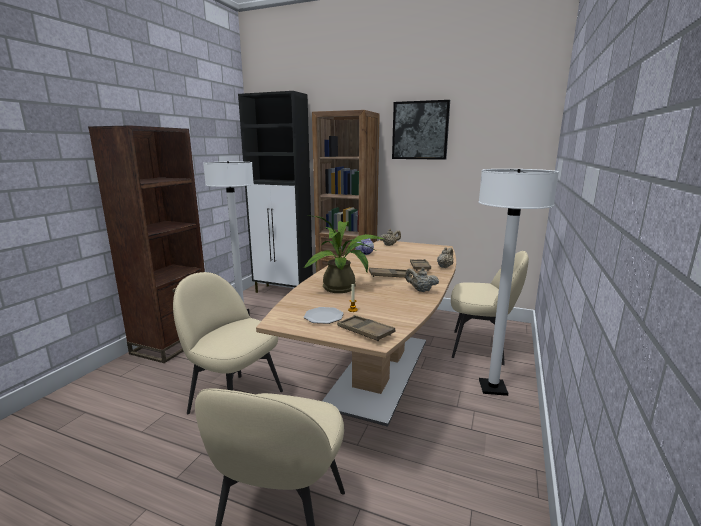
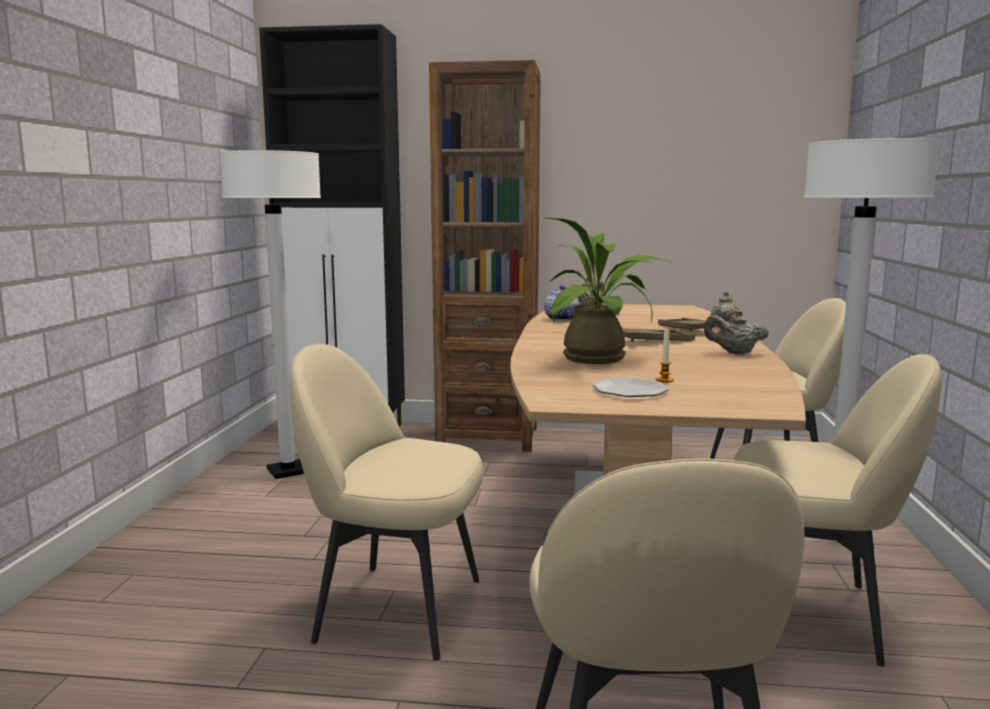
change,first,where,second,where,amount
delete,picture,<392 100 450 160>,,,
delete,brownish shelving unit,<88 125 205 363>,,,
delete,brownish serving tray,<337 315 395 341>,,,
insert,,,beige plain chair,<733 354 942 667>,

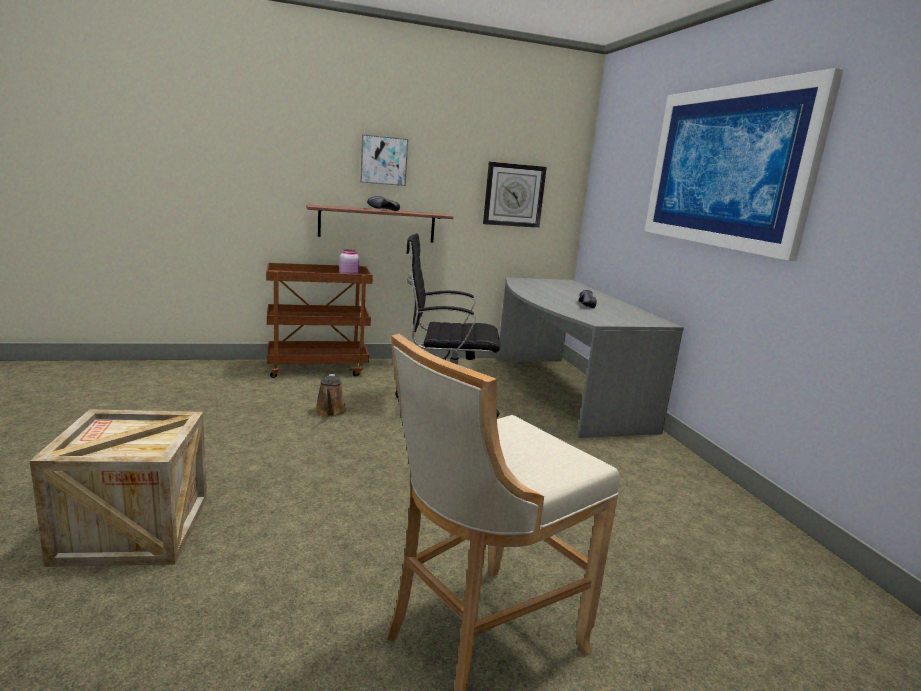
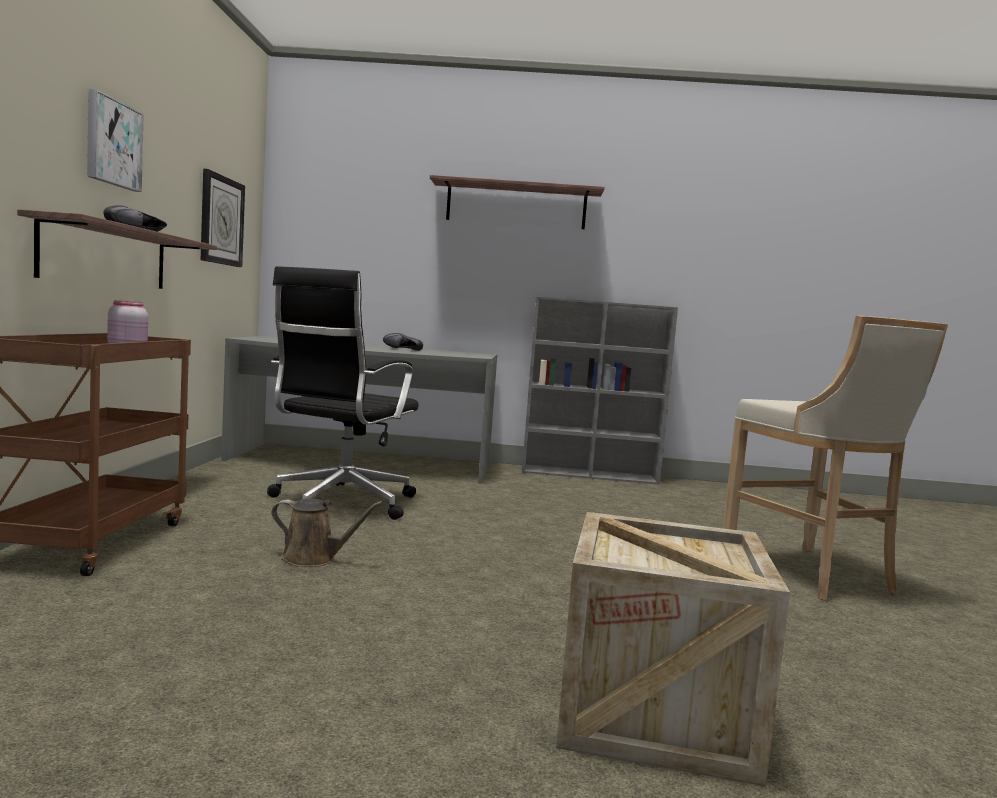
change,first,where,second,where,amount
replace,picture,<645 68 844 261>,wall shelf,<430 175 605 229>,
insert,,,grey shelving unit,<522 297 678 485>,

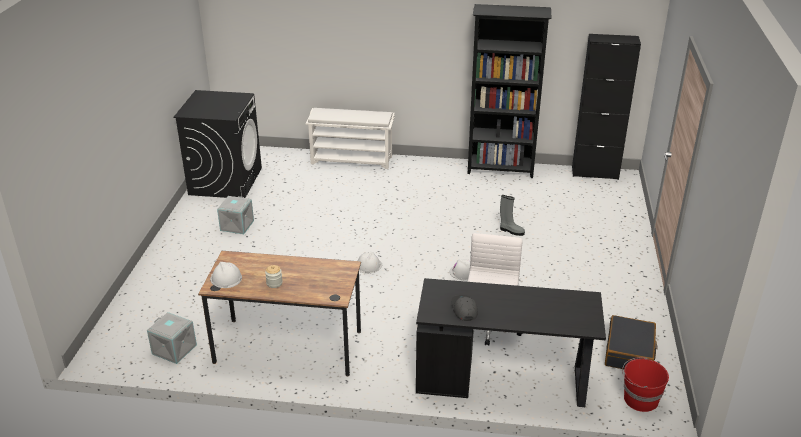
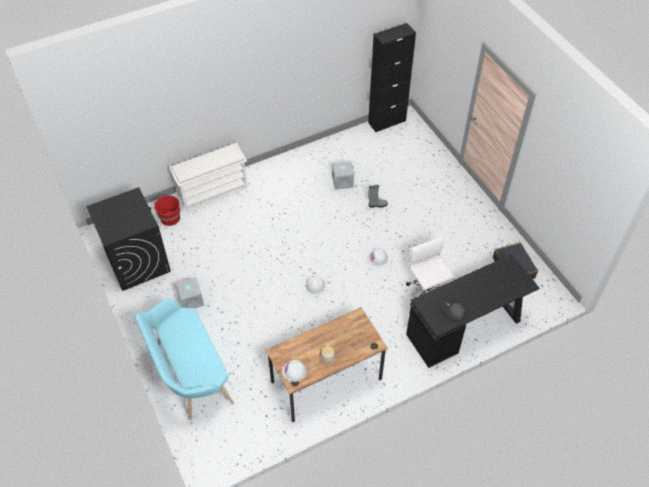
change,first,where,second,where,amount
delete,black-coloured shelving unit,<468 4 552 178>,,,
move,grey storage box,<147 312 197 364>,,<332 161 354 190>,
move,reddish pail,<622 357 669 412>,,<153 195 180 226>,
insert,,,blue-green long seat,<135 298 234 420>,

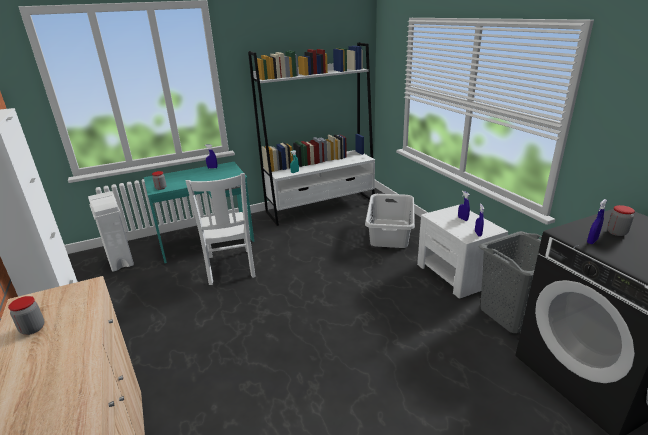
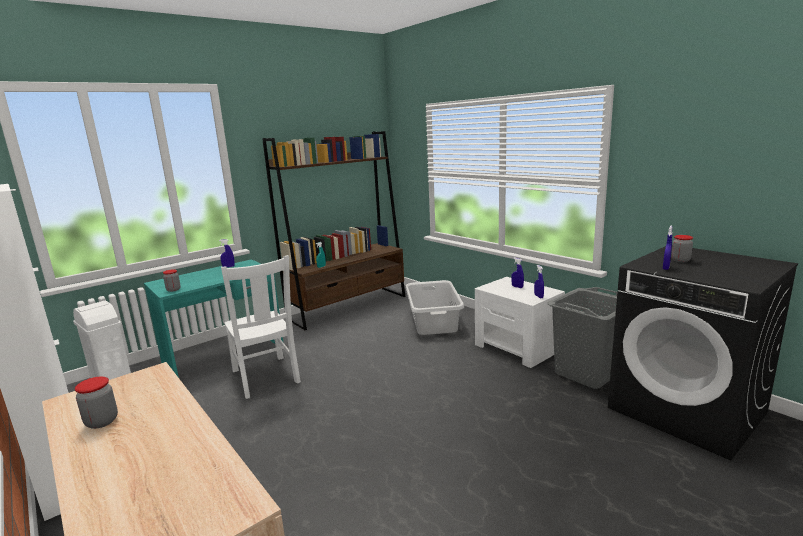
change,first,where,second,where,amount
recolor,white shelving unit,<248 42 375 226>,brownish shelving unit,<262 131 405 330>,

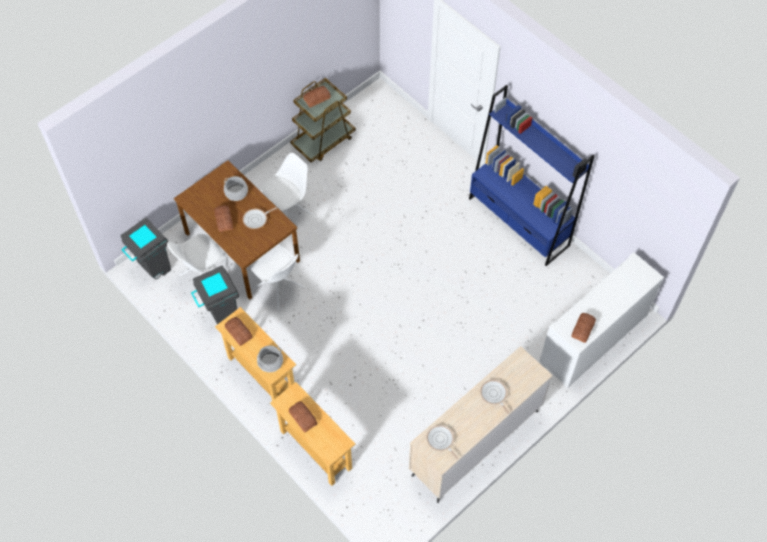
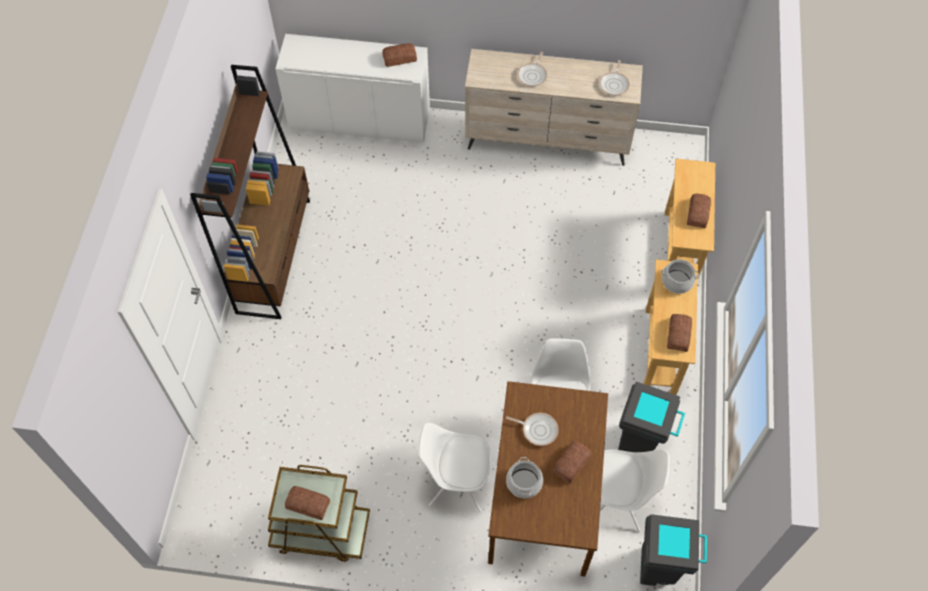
change,first,where,second,where,amount
recolor,bluish shelving unit,<469 85 595 266>,brownish shelving unit,<190 65 310 319>,

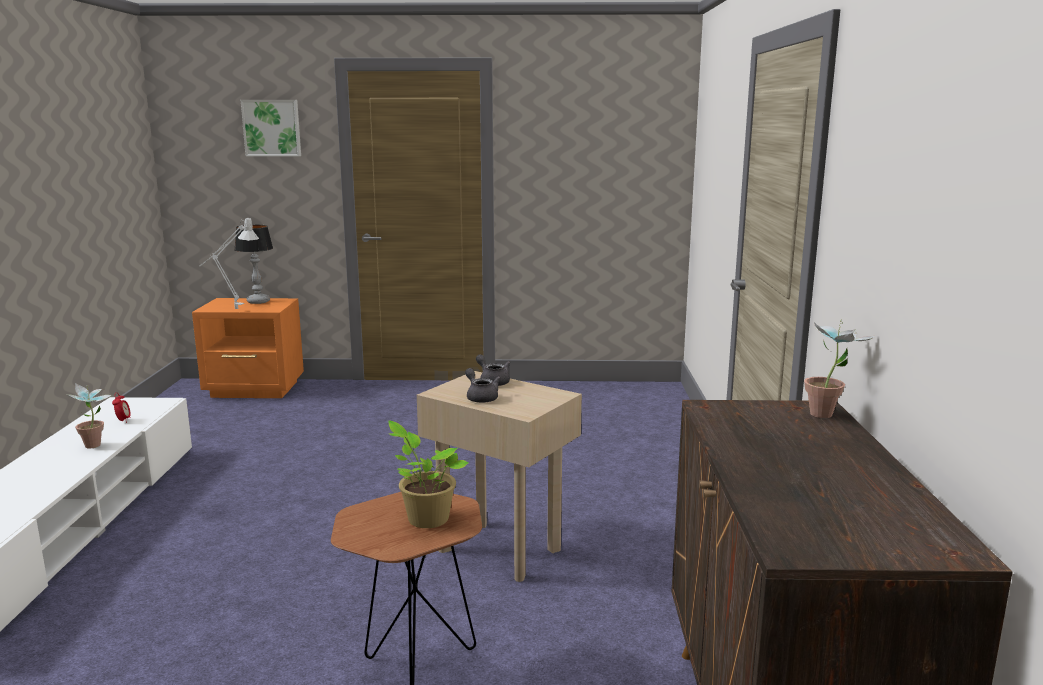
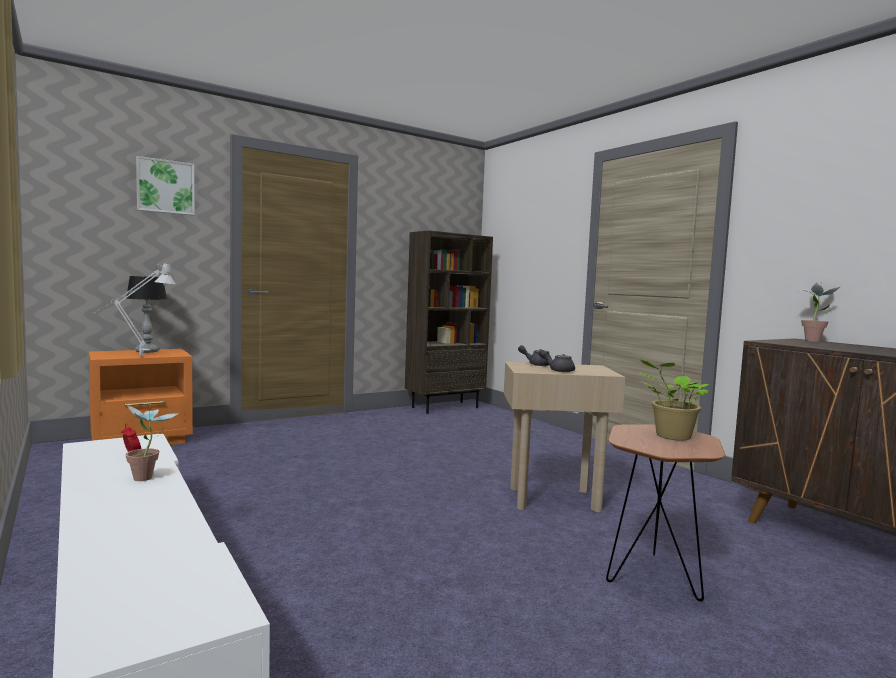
change,first,where,second,where,amount
insert,,,brownish shelving unit,<405 230 493 414>,

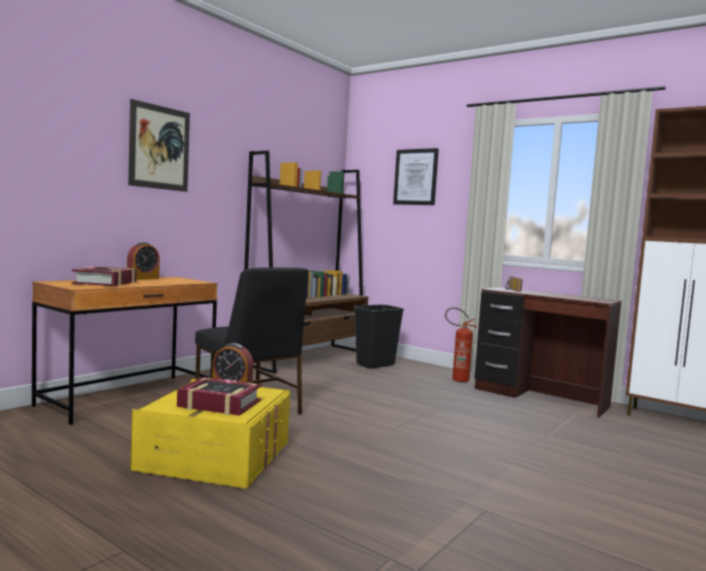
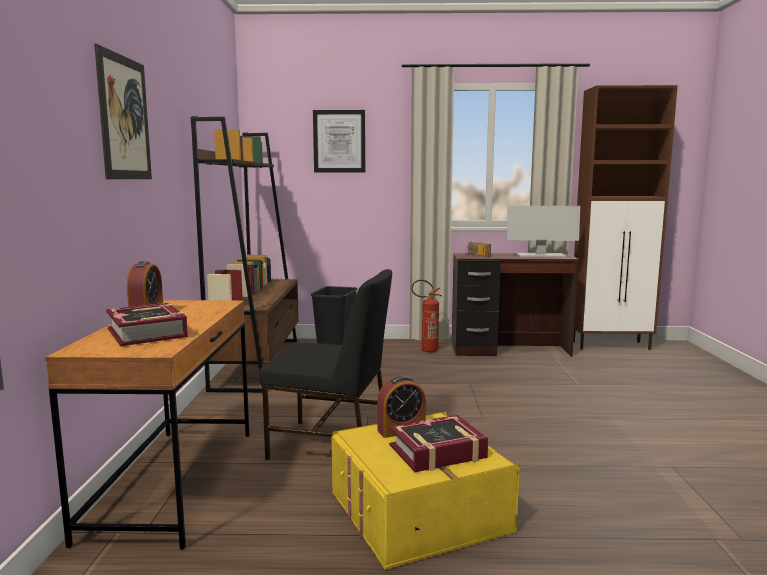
change,first,where,second,where,amount
insert,,,computer screen,<507 206 580 258>,

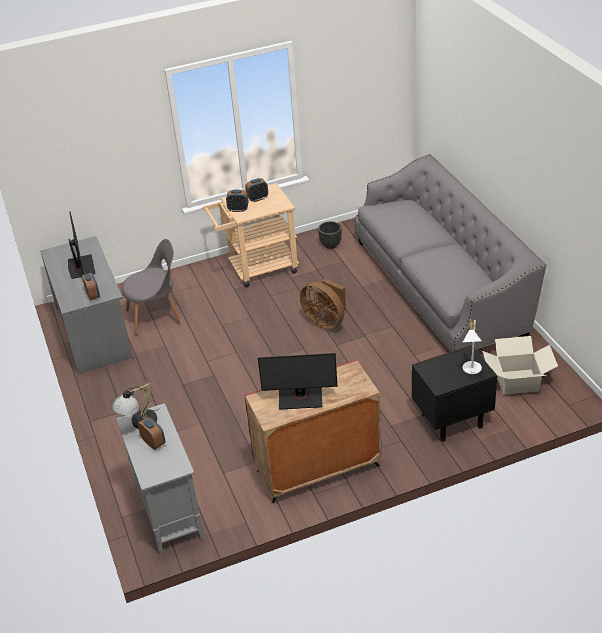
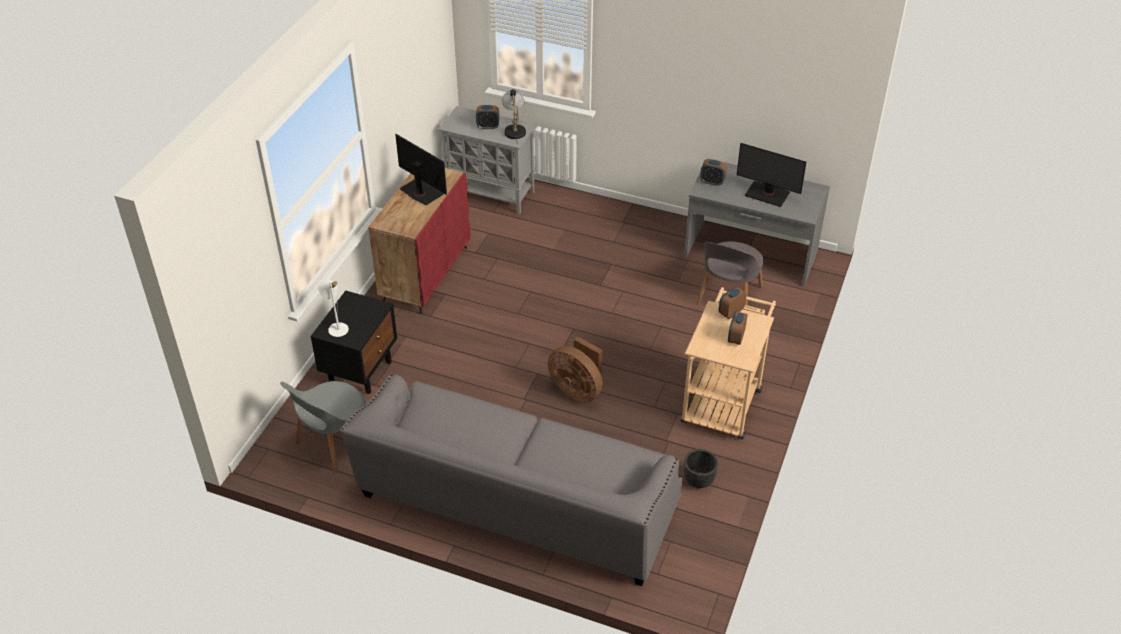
change,first,where,second,where,amount
rotate,brownish cooling fan,<300 279 346 329>,,<548 337 603 402>,135 degrees counterclockwise
replace,packing box,<482 336 558 395>,grey plain chair,<280 381 366 473>,
rotate,computer screen,<258 353 338 410>,,<395 134 447 205>,90 degrees clockwise

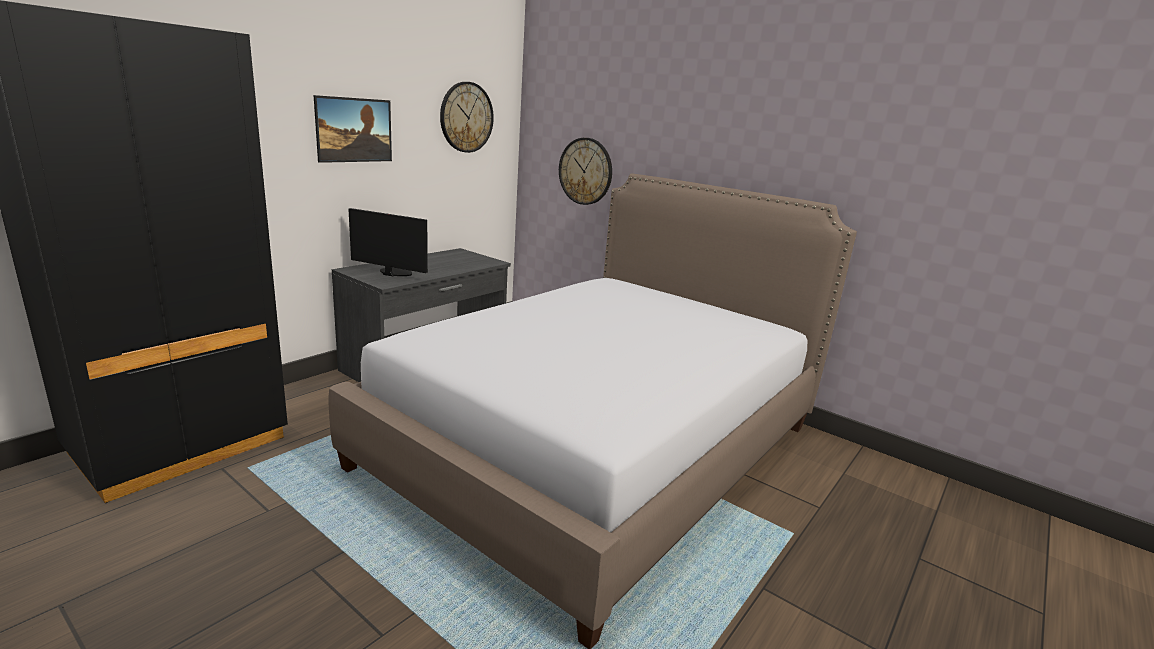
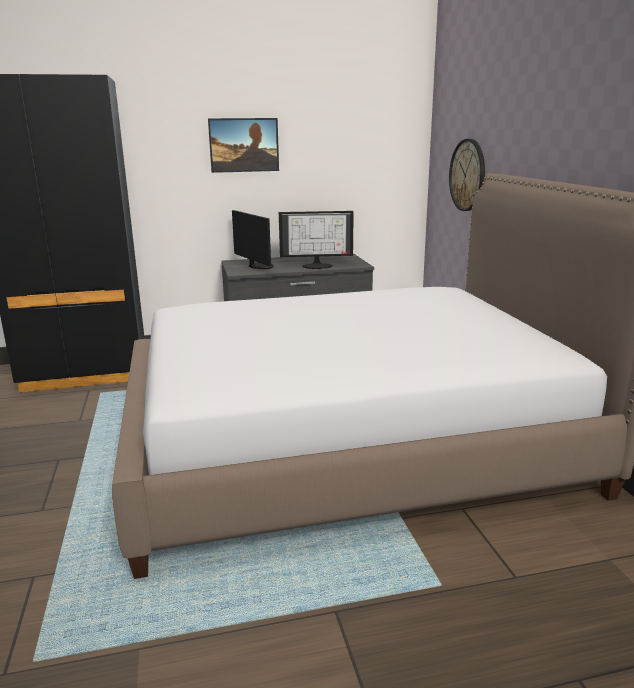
change,first,where,second,where,amount
delete,clock on the wall,<440 82 494 153>,,,
insert,,,computer screen,<279 211 354 269>,

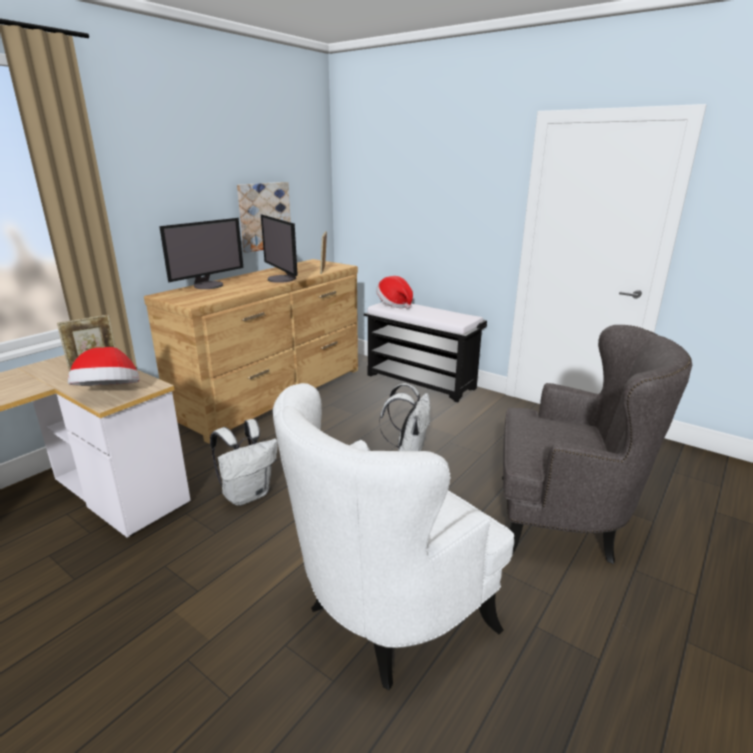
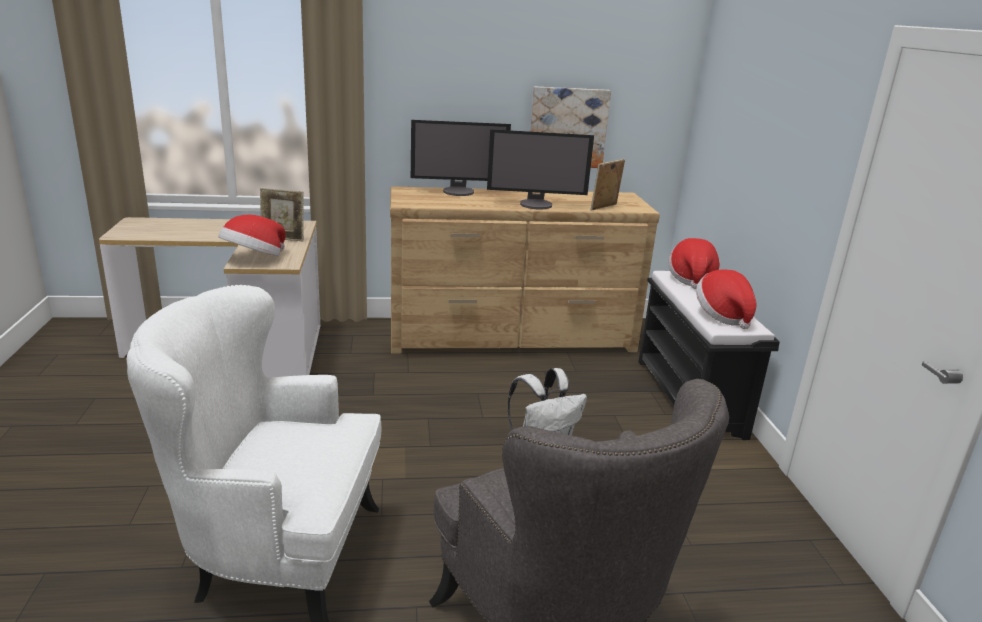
change,first,where,second,where,amount
rotate,computer screen,<261 214 298 283>,,<487 129 594 209>,105 degrees counterclockwise
delete,white backpack,<210 419 278 506>,,,
insert,,,hat,<696 269 757 329>,

